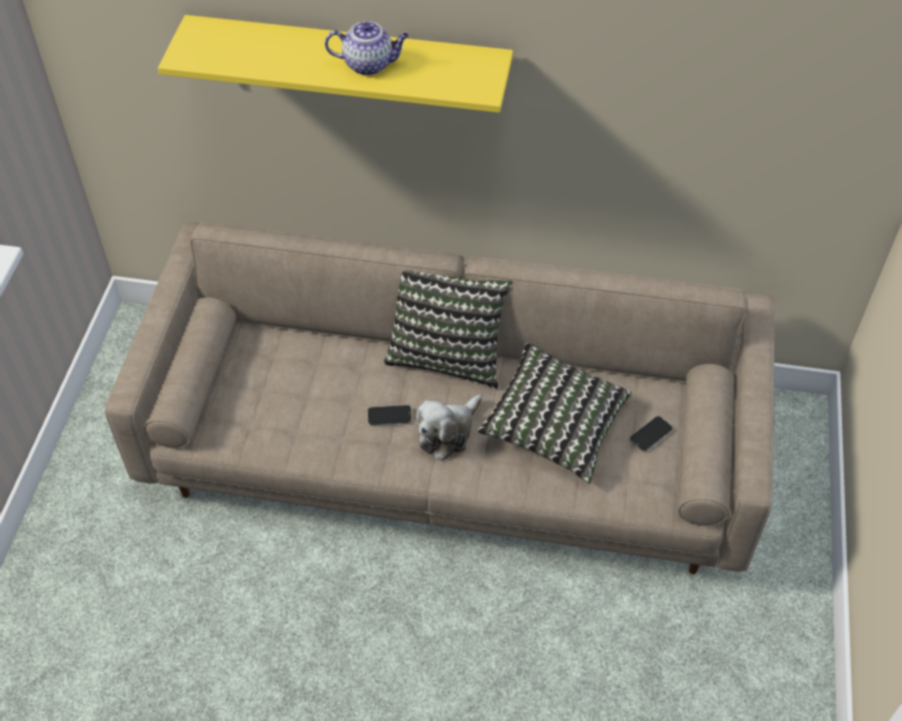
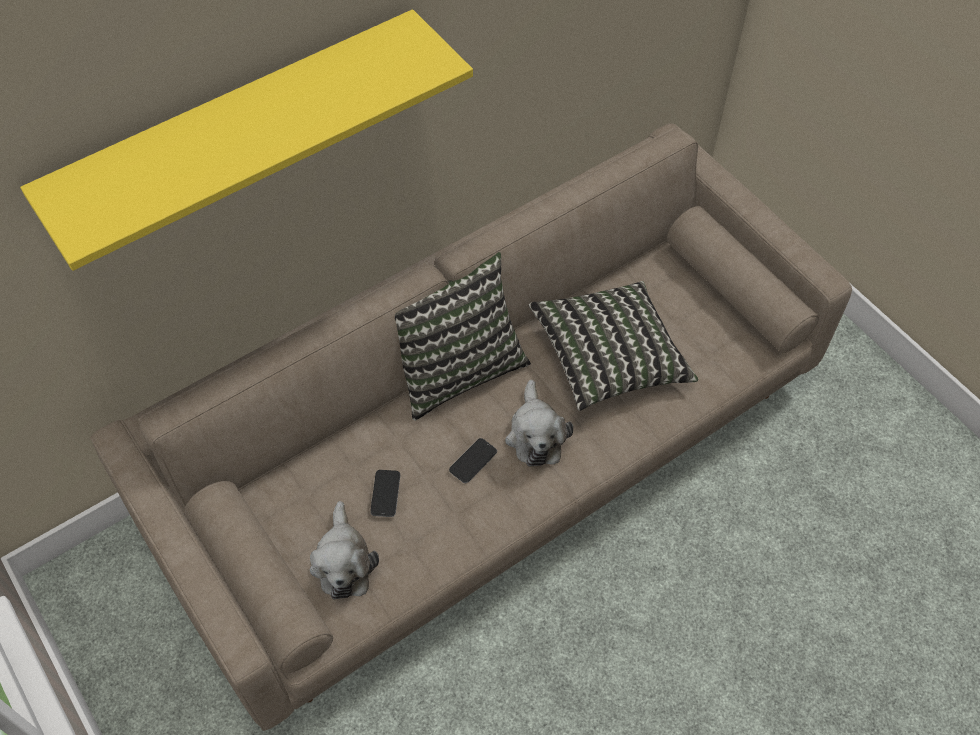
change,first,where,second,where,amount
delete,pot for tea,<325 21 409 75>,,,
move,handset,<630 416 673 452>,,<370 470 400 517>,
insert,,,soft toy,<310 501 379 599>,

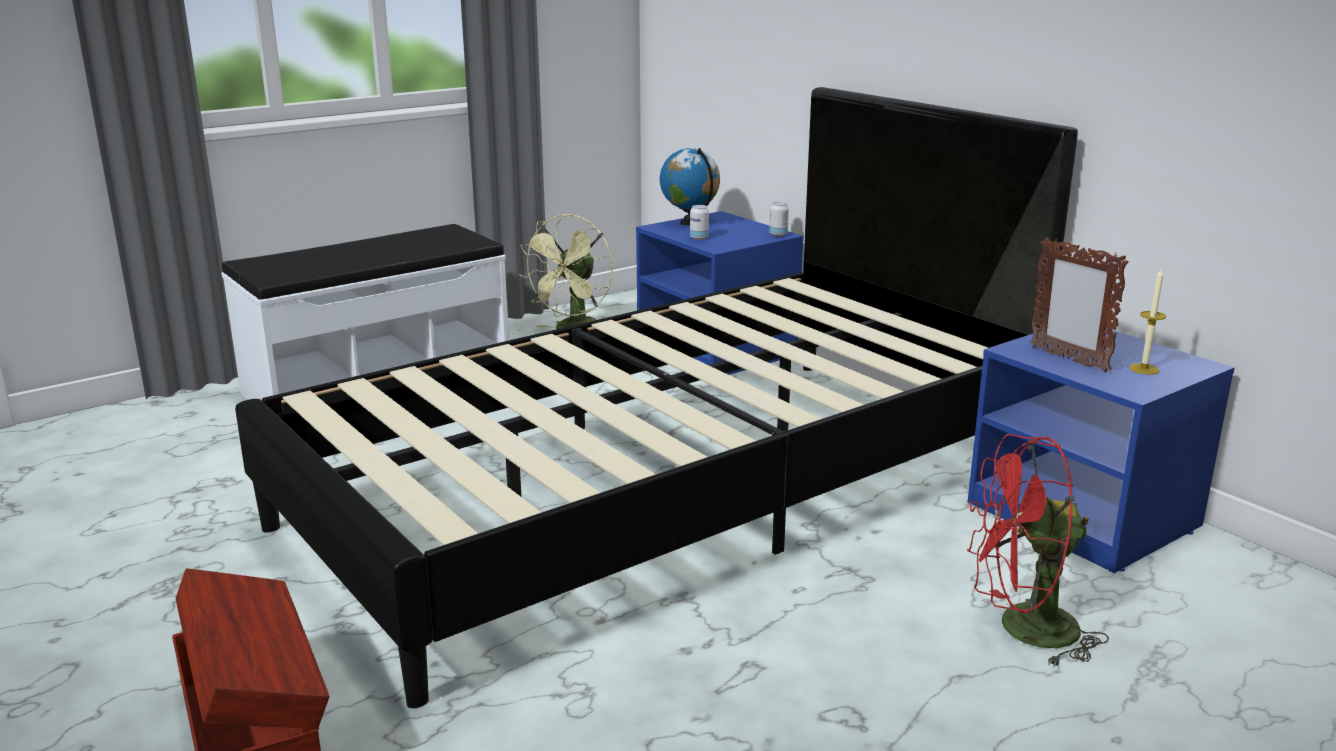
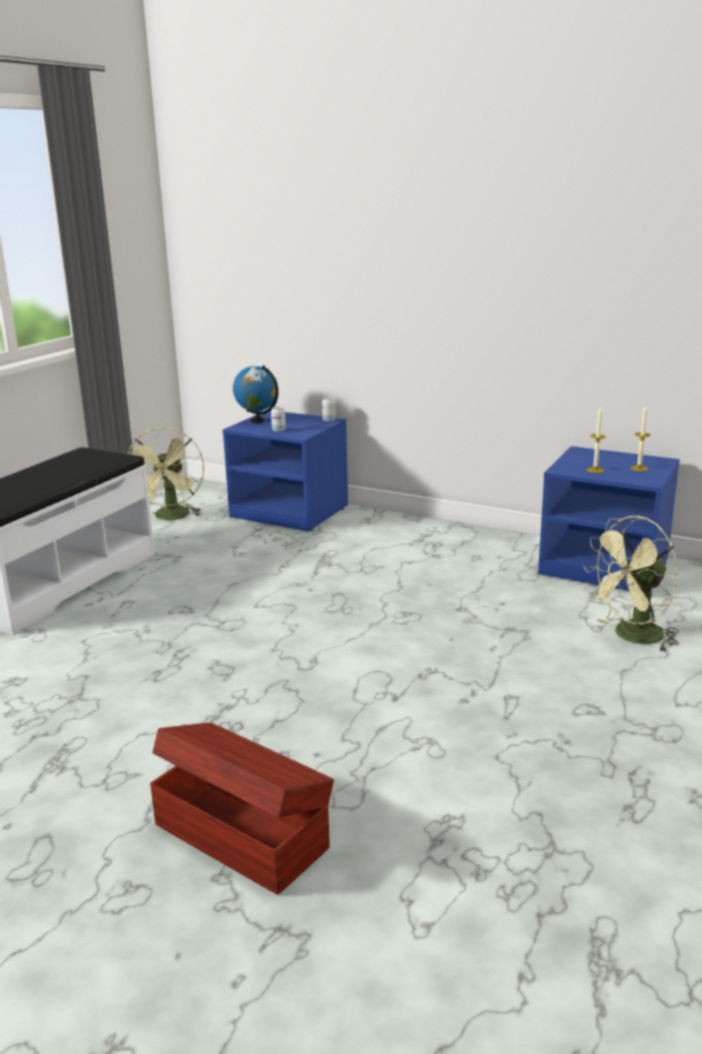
change,first,where,second,where,amount
delete,black-coloured sleeping bed,<235 87 1078 708>,,,
replace,picture frame,<1030 238 1129 372>,wax candle,<587 407 606 473>,
recolor,reddish cooling fan,<967 434 1109 668>,green-coloured cooling fan,<583 516 679 652>,

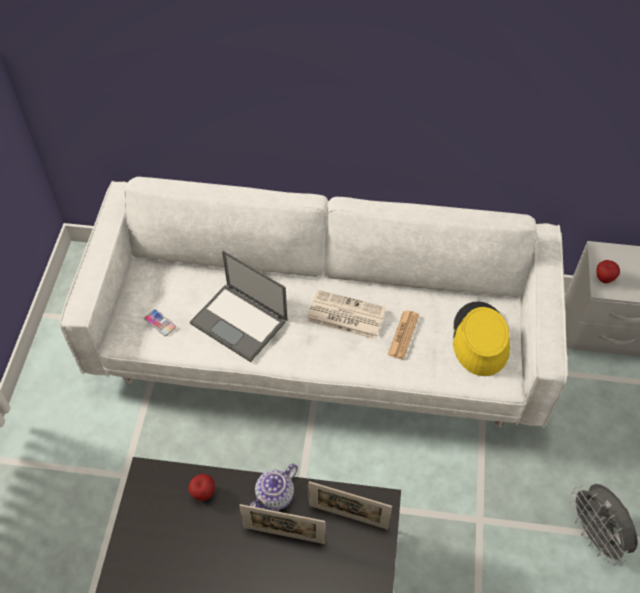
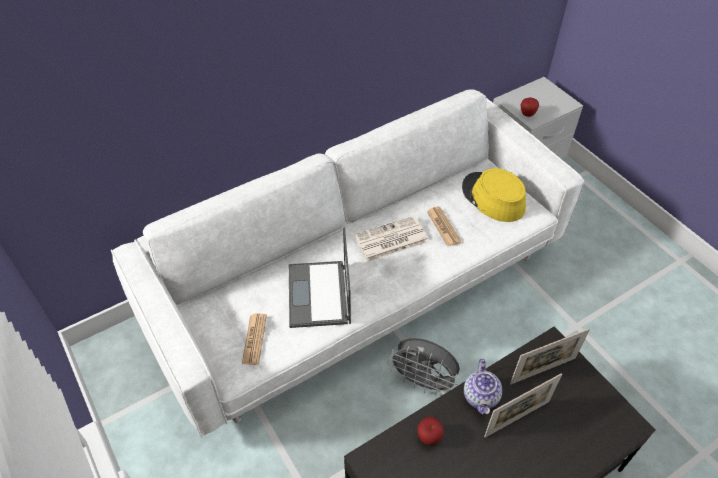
change,first,where,second,where,amount
rotate,portable computer,<190 250 287 362>,,<289 227 351 328>,90 degrees clockwise
replace,handset,<144 309 176 336>,newspaper,<242 313 267 365>,
move,grey cooling fan,<569 484 638 566>,,<387 338 460 396>,

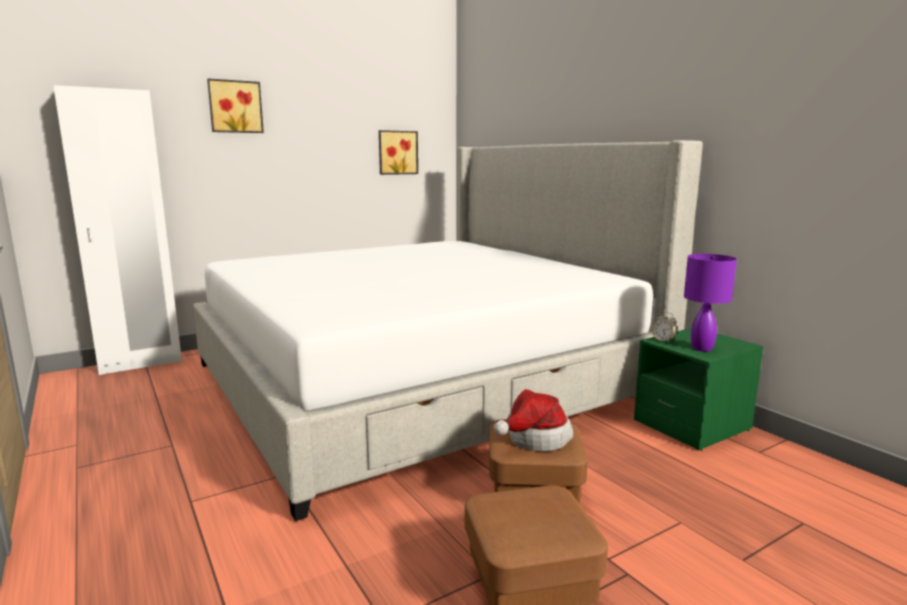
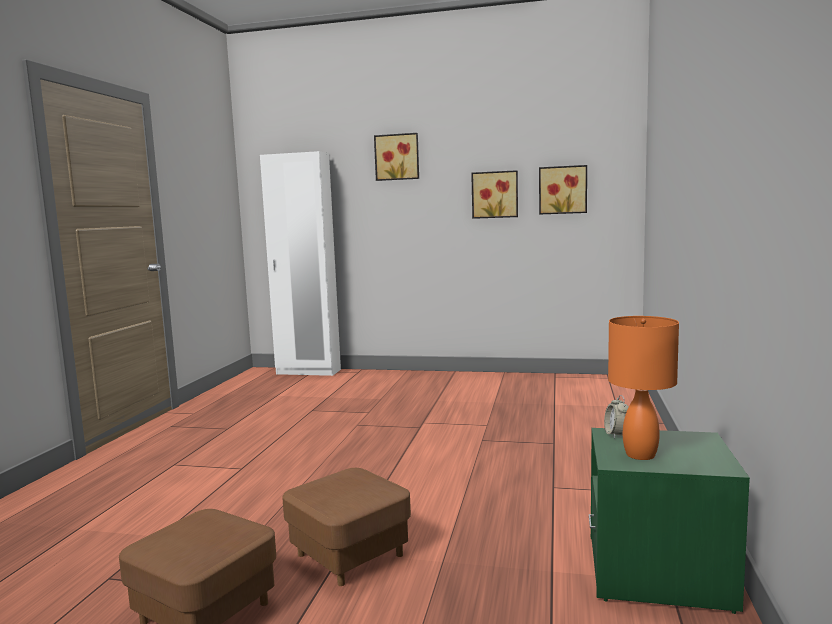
change,first,where,second,where,amount
delete,sleeping bed,<193 140 703 521>,,,
recolor,purple-coloured table lamp,<684 254 737 351>,orange table lamp,<608 316 679 460>,
delete,hat,<494 389 573 452>,,,
insert,,,picture,<471 170 518 219>,

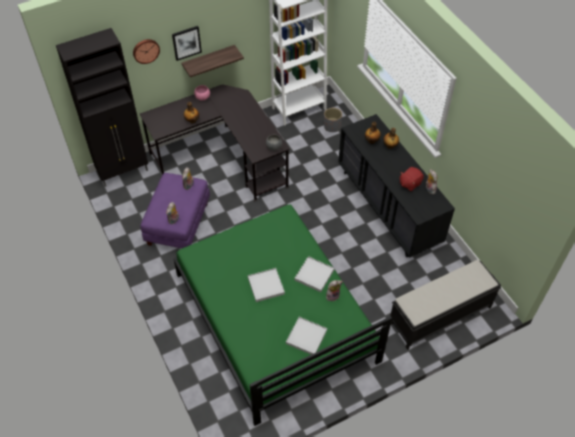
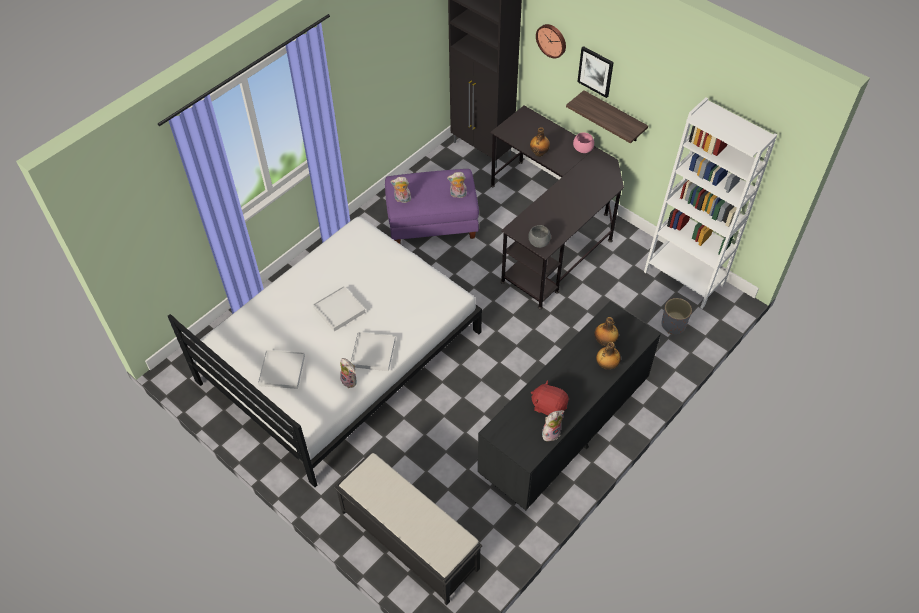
change,first,where,second,where,amount
recolor,green-coloured sleeping bed,<173 204 392 426>,white sleeping bed,<168 217 482 487>,

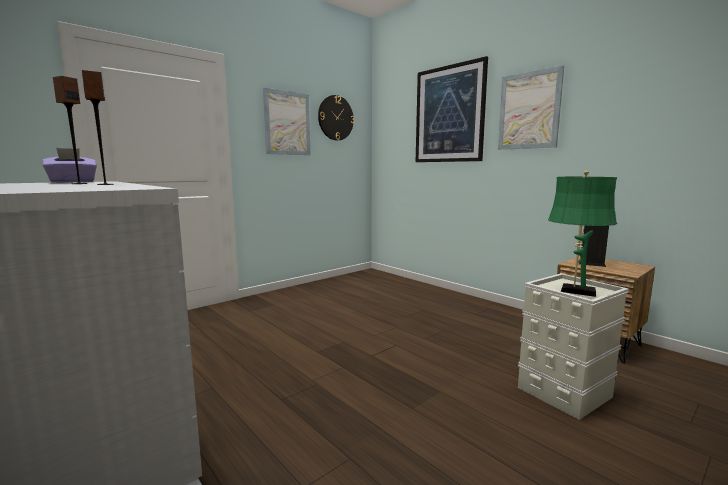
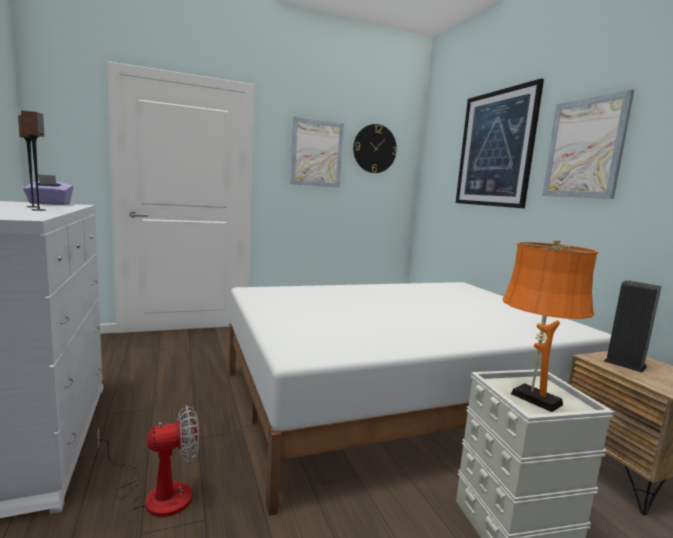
change,first,where,second,where,amount
recolor,green-coloured table lamp,<548 171 617 297>,orange table lamp,<503 238 598 412>,
insert,,,white sleeping bed,<229 282 611 516>,
insert,,,cooling fan,<98 405 199 517>,

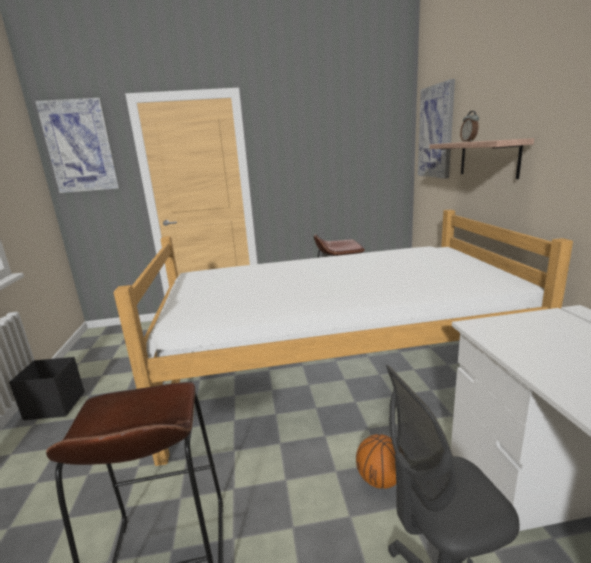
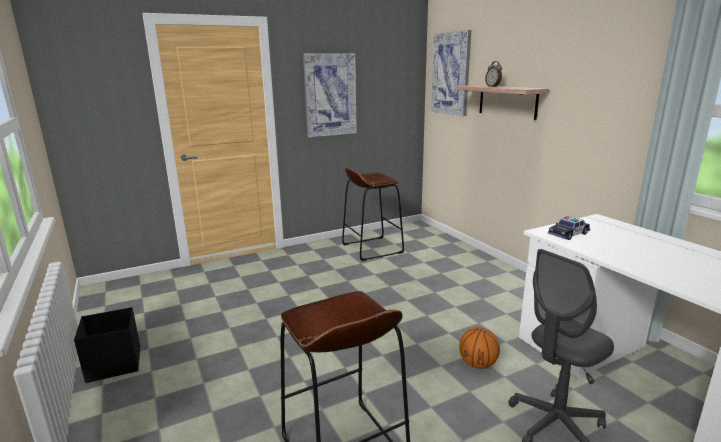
change,first,where,second,where,amount
move,picture,<35 98 120 193>,,<303 53 357 137>,
delete,sleeping bed,<113 209 573 466>,,,
insert,,,miniature car,<548 216 590 240>,

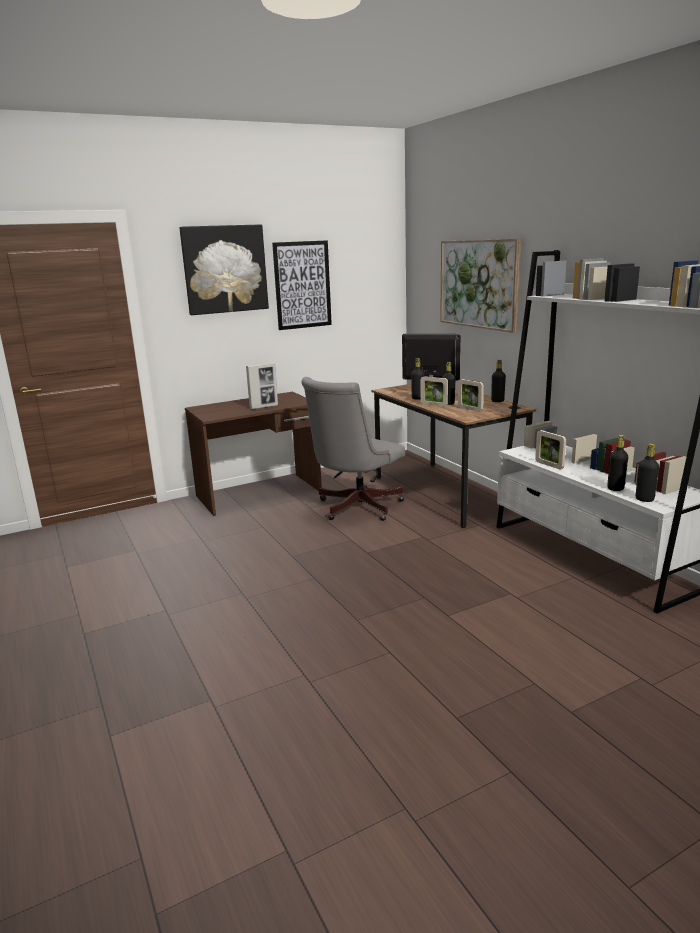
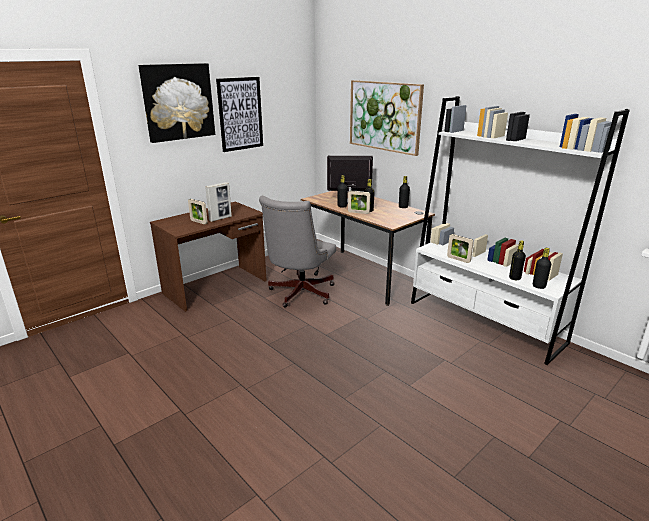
change,first,where,second,where,amount
move,picture frame,<458 379 484 412>,,<188 199 208 224>,

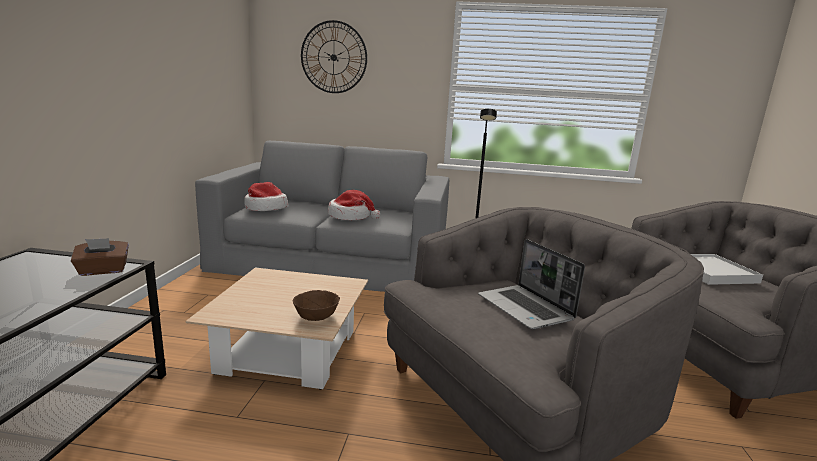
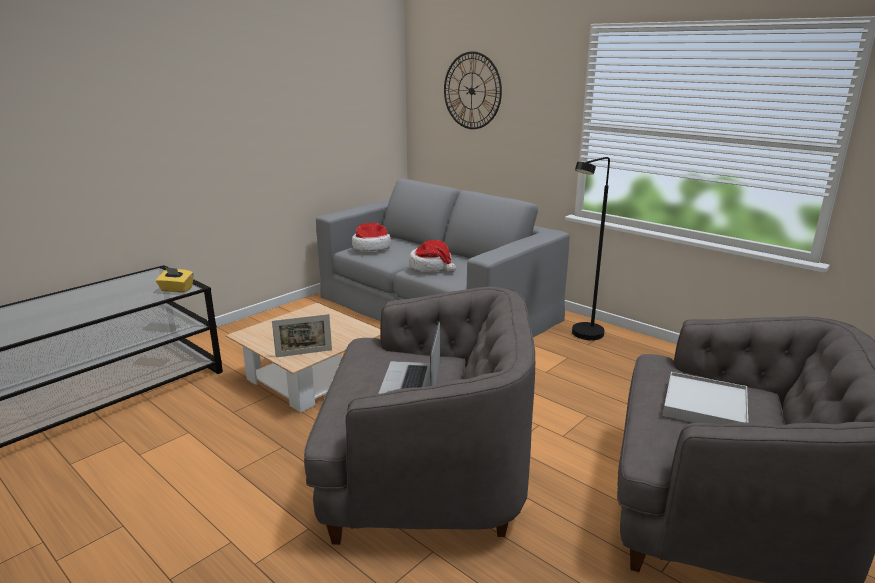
change,first,where,second,where,amount
recolor,brownish tissue box,<71 238 129 276>,yellowish tissue box,<156 267 194 293>,
replace,brownish bowl,<293 290 340 321>,picture frame,<272 314 332 357>,

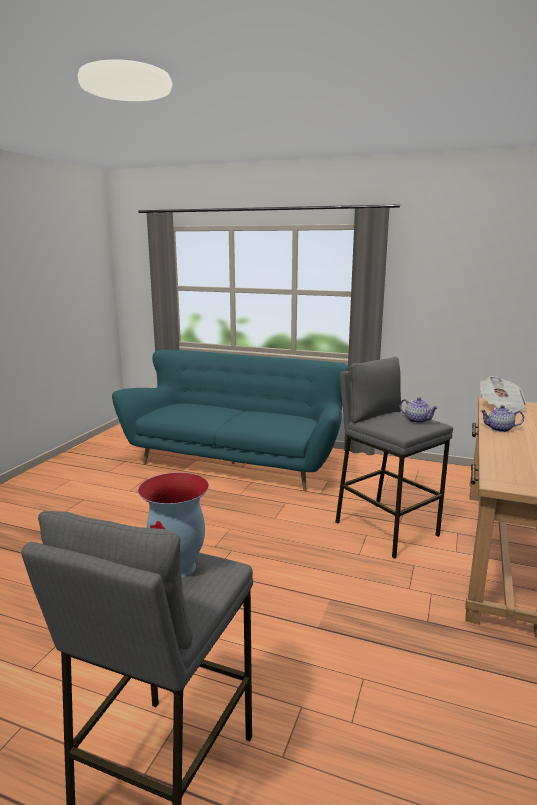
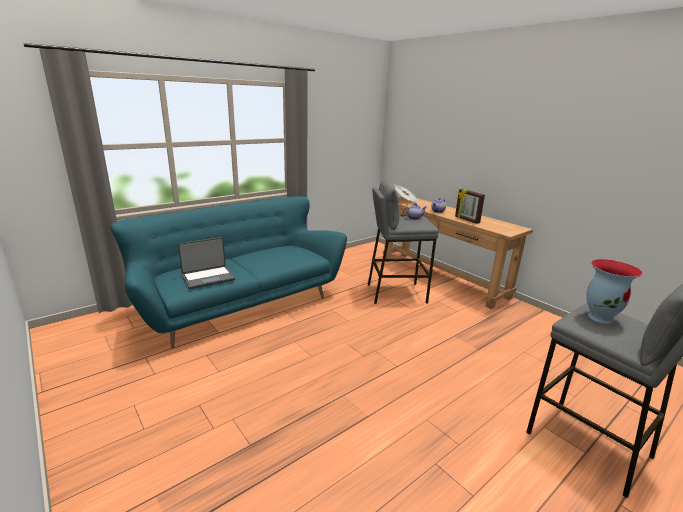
change,first,where,second,where,amount
insert,,,picture frame,<455 189 485 224>,
insert,,,portable computer,<178 237 235 289>,

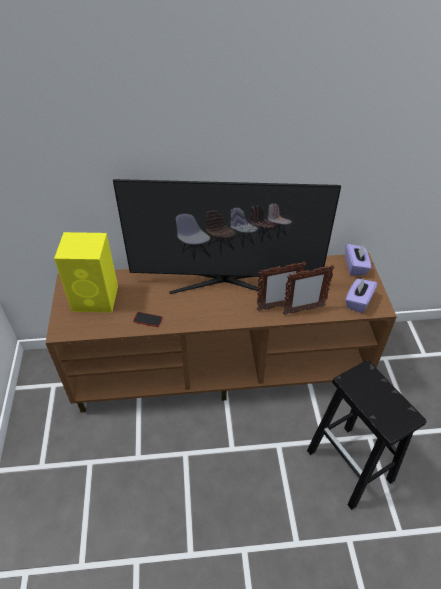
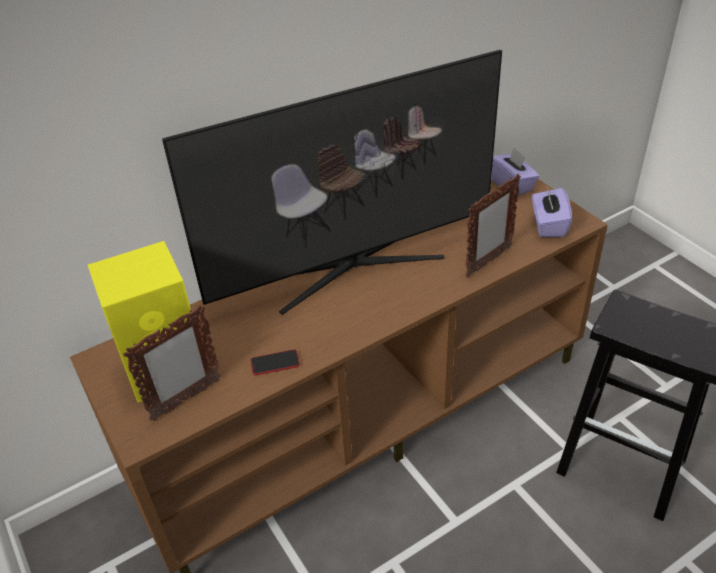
change,first,where,second,where,amount
move,picture frame,<257 261 307 311>,,<123 305 221 421>,

